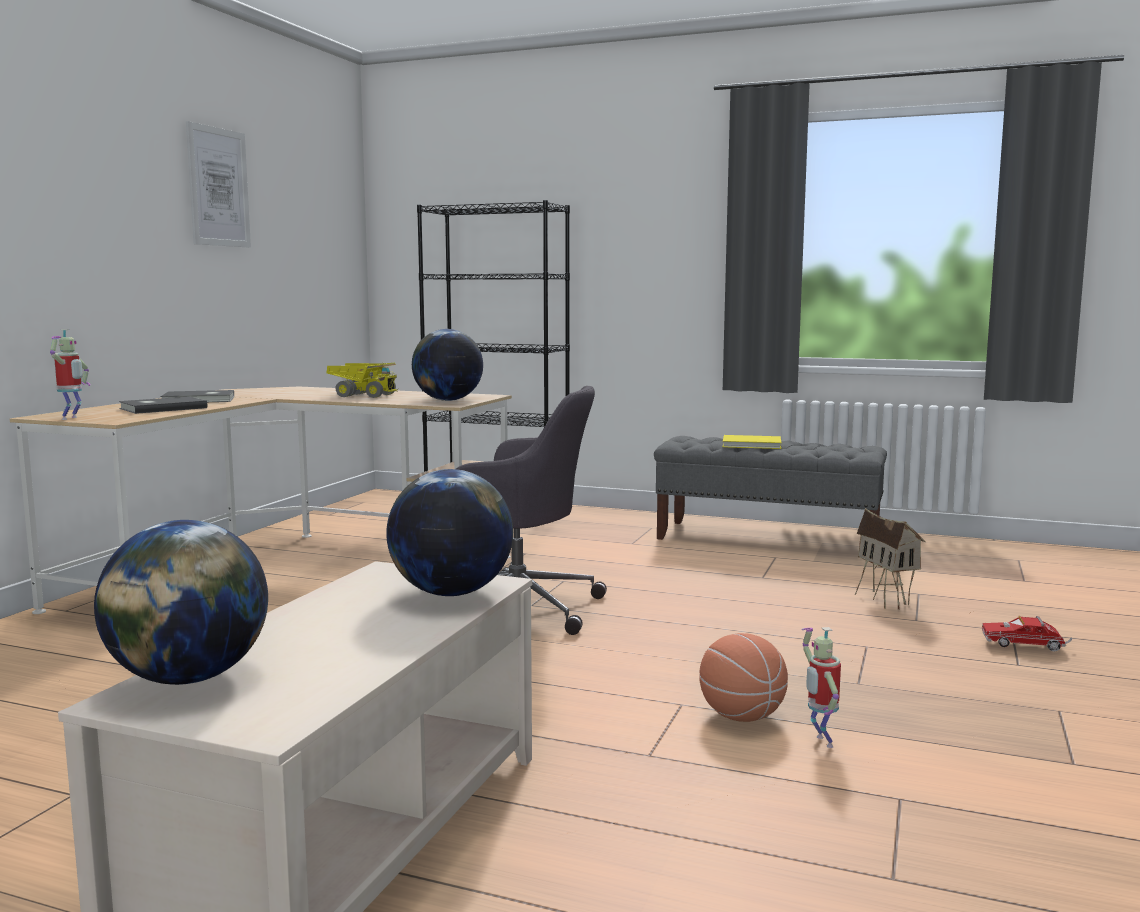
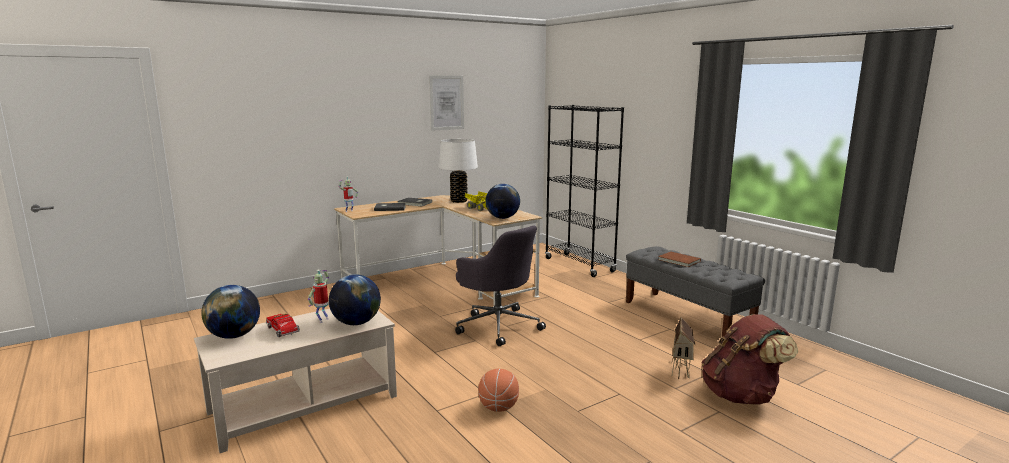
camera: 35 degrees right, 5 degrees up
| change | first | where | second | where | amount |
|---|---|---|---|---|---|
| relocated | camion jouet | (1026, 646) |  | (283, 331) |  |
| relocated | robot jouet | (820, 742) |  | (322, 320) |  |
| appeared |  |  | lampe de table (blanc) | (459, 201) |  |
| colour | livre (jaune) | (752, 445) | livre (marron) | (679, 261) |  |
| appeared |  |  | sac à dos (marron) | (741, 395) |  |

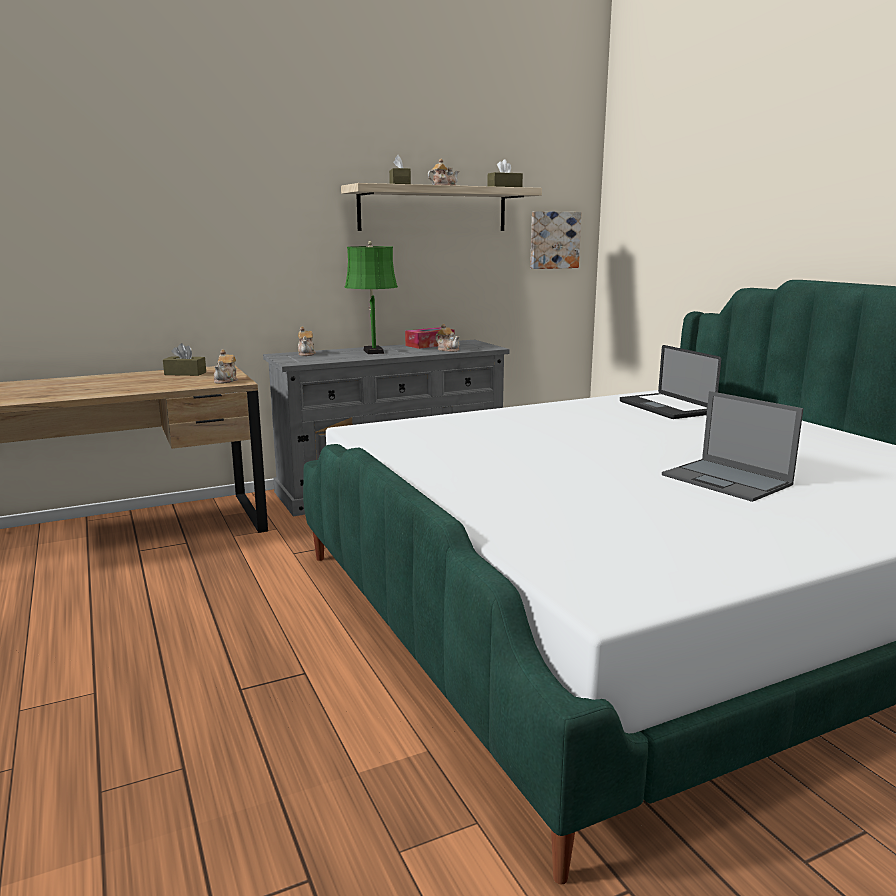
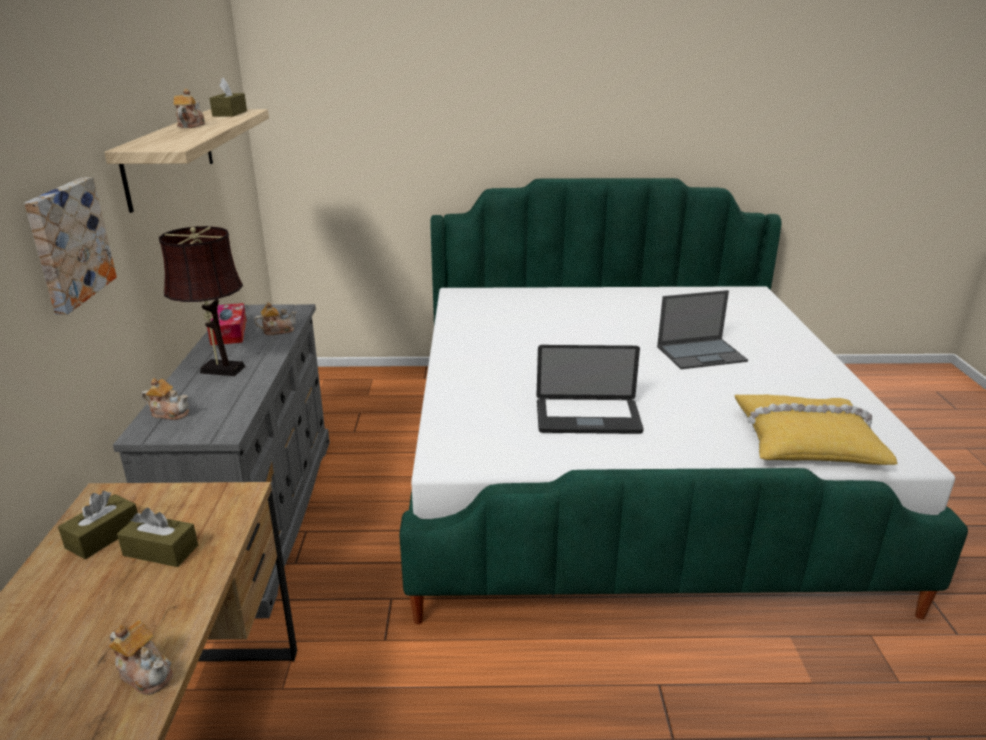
camera: 65 degrees left, 10 degrees up
| change | first | where | second | where | amount |
|---|---|---|---|---|---|
| relocated | tableau | (554, 240) |  | (67, 243) |  |
| relocated | théière | (226, 380) |  | (146, 673) |  |
| relocated | boîte à mouchoirs (marron) | (400, 185) |  | (161, 551) |  |
| colour | lampe de table (vert) | (373, 351) | lampe de table (marron) | (218, 369) |  |
| relocated | ordinateur portable | (665, 408) |  | (587, 418) |  |
| appeared |  |  | coussin (jaune) | (805, 441) |  |

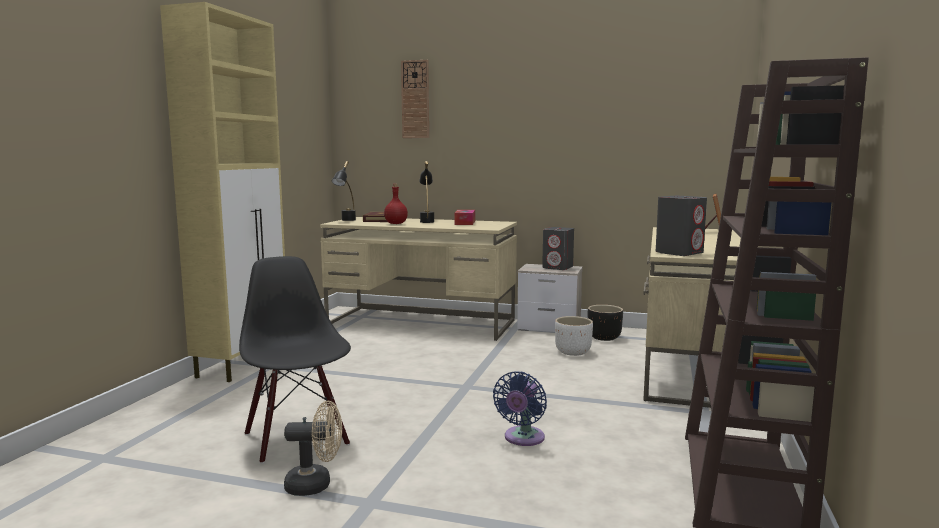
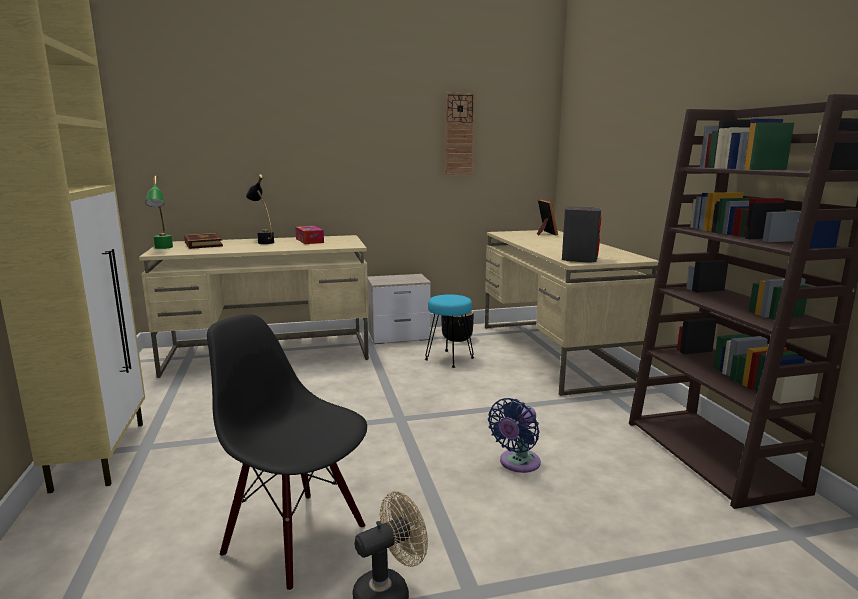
camera: 30 degrees left, 5 degrees up
| change | first | where | second | where | amount |
|---|---|---|---|---|---|
| colour | lampe de table (noir) | (346, 220) | lampe de table (vert) | (163, 248) |  |
| exchanged | cache-pot (blanc) | (572, 352) | tabouret (turquoise) | (449, 359) |  |
| relocated | horloge murale | (415, 99) |  | (459, 134) |  |
| spun | ventilateur (bleu) | (522, 439) |  | (517, 463) | 45 degrees clockwise |
| missing | bouteille (rouge) | (396, 223) |  |  |  |
| missing | enceinte (gris) | (558, 267) |  |  |  |

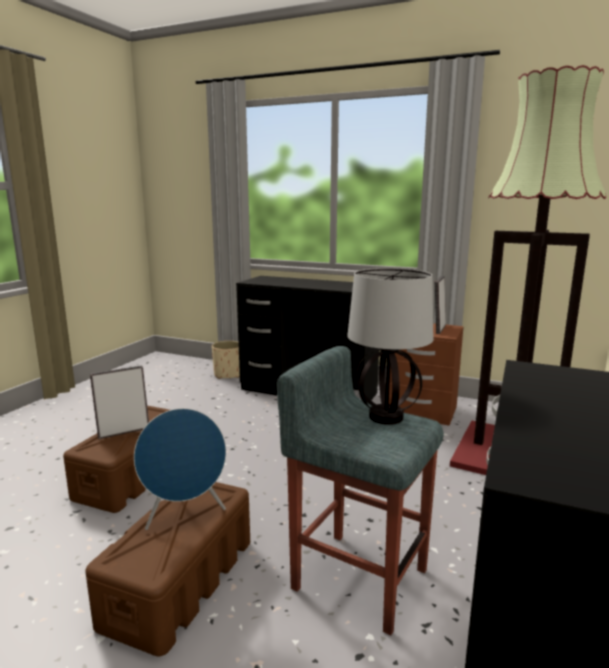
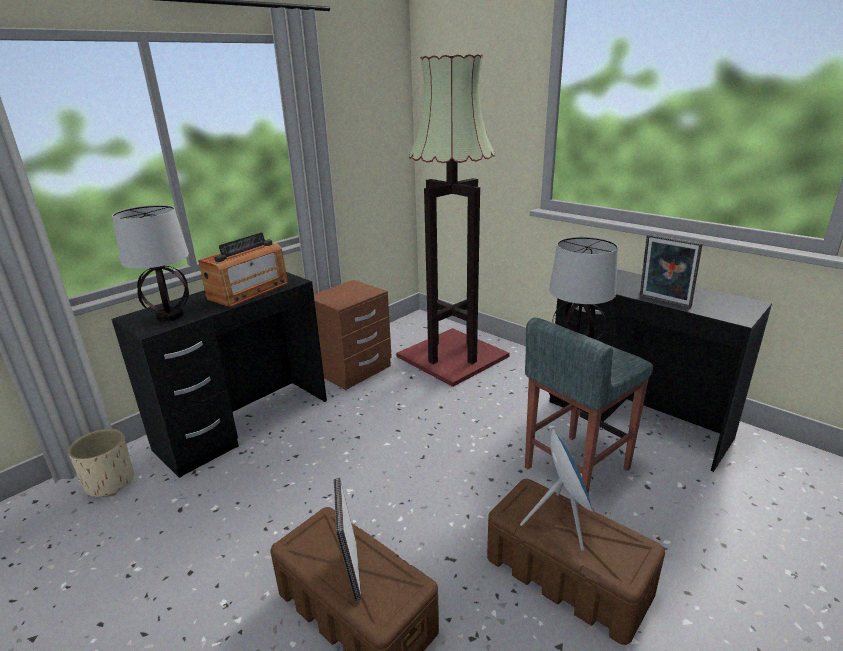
camera: 70 degrees left, 10 degrees up
| change | first | where | second | where | amount |
|---|---|---|---|---|---|
| appeared |  |  | lampe de table | (170, 316) |  |
| appeared |  |  | radio | (249, 291) |  |
| relocated | cadre photo | (438, 329) |  | (663, 302) |  |

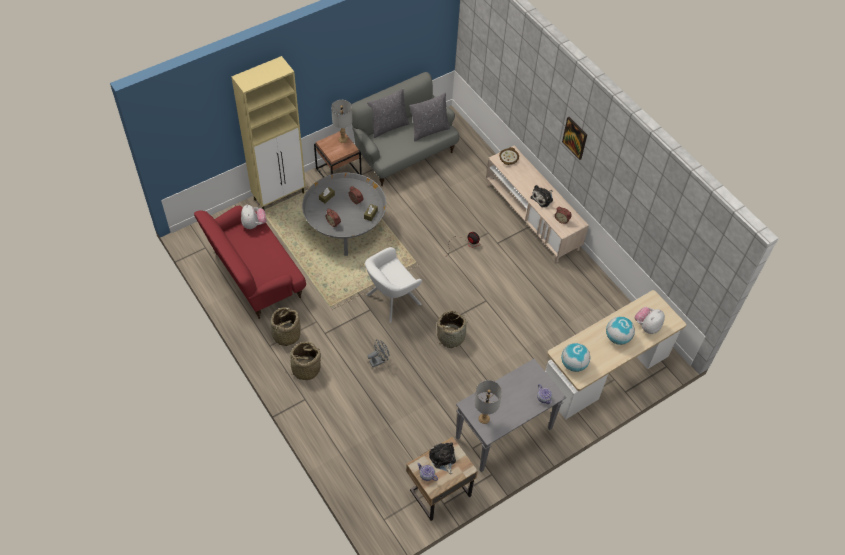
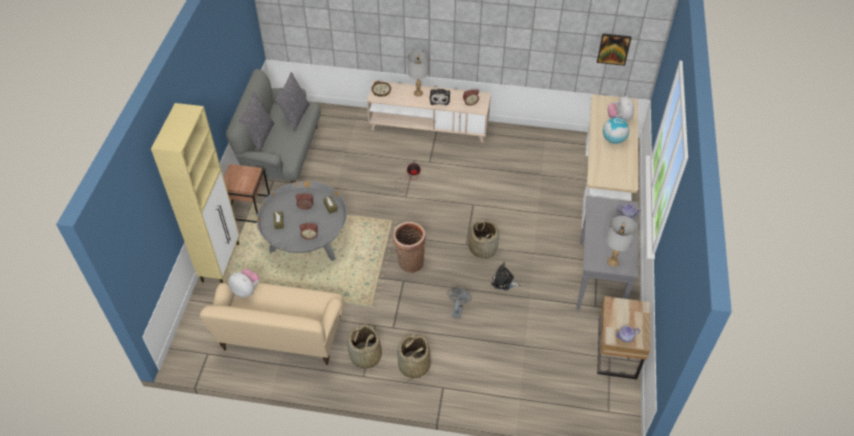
camera: 45 degrees left, 5 degrees down
| change | first | where | second | where | amount |
|---|---|---|---|---|---|
| colour | canapé (rouge) | (255, 276) | canapé (beige) | (282, 337) |  |
| exchanged | fauteuil (blanc) | (391, 300) | panier | (409, 261) |  |
| relocated | lampe de table (gris) | (343, 139) |  | (418, 93) |  |
| relocated | peluche | (442, 459) |  | (504, 281) |  |
| relocated | tableau | (575, 137) |  | (613, 49) |  |
| missing | globe | (573, 364) |  |  |  |

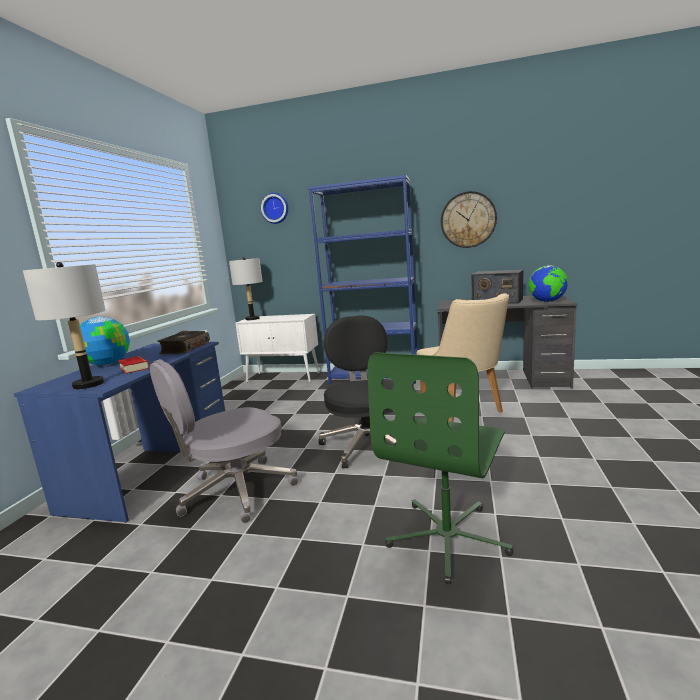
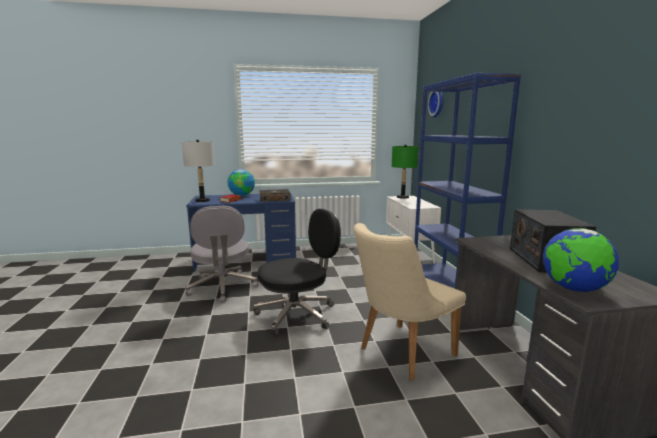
camera: 65 degrees right, 0 degrees up
| change | first | where | second | where | amount |
|---|---|---|---|---|---|
| spun | chaise de bureau (gris) | (235, 491) |  | (222, 287) | 135 degrees counterclockwise |
| colour | lampe de table (gris) | (252, 319) | lampe de table (vert) | (403, 197) |  |
| missing | chaise de bureau (vert) | (448, 537) |  |  |  |
| missing | horloge murale | (468, 220) |  |  |  |

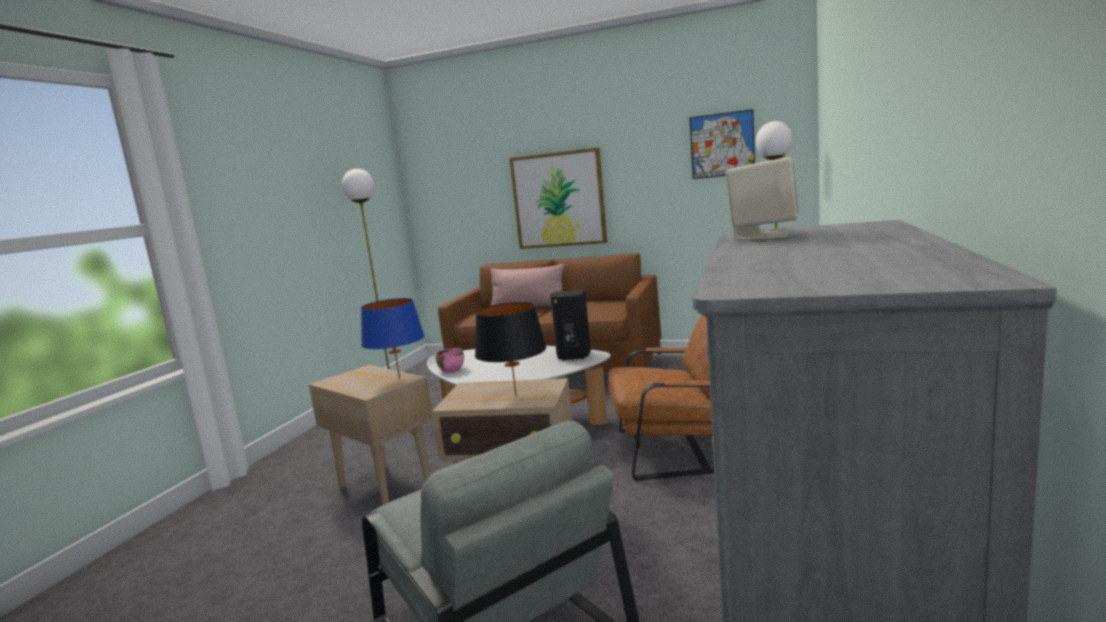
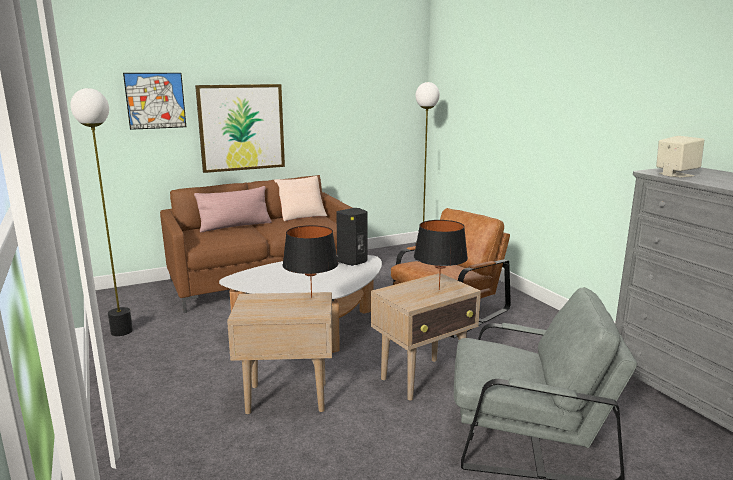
camera: 45 degrees left, 5 degrees up
| change | first | where | second | where | amount |
|---|---|---|---|---|---|
| relocated | tableau | (722, 145) |  | (155, 100) |  |
| appeared |  |  | coussin (beige) | (301, 215) |  |
| colour | lampe de table (bleu) | (399, 379) | lampe de table (noir) | (311, 298) |  |
| missing | bol (rose) | (452, 370) |  |  |  |

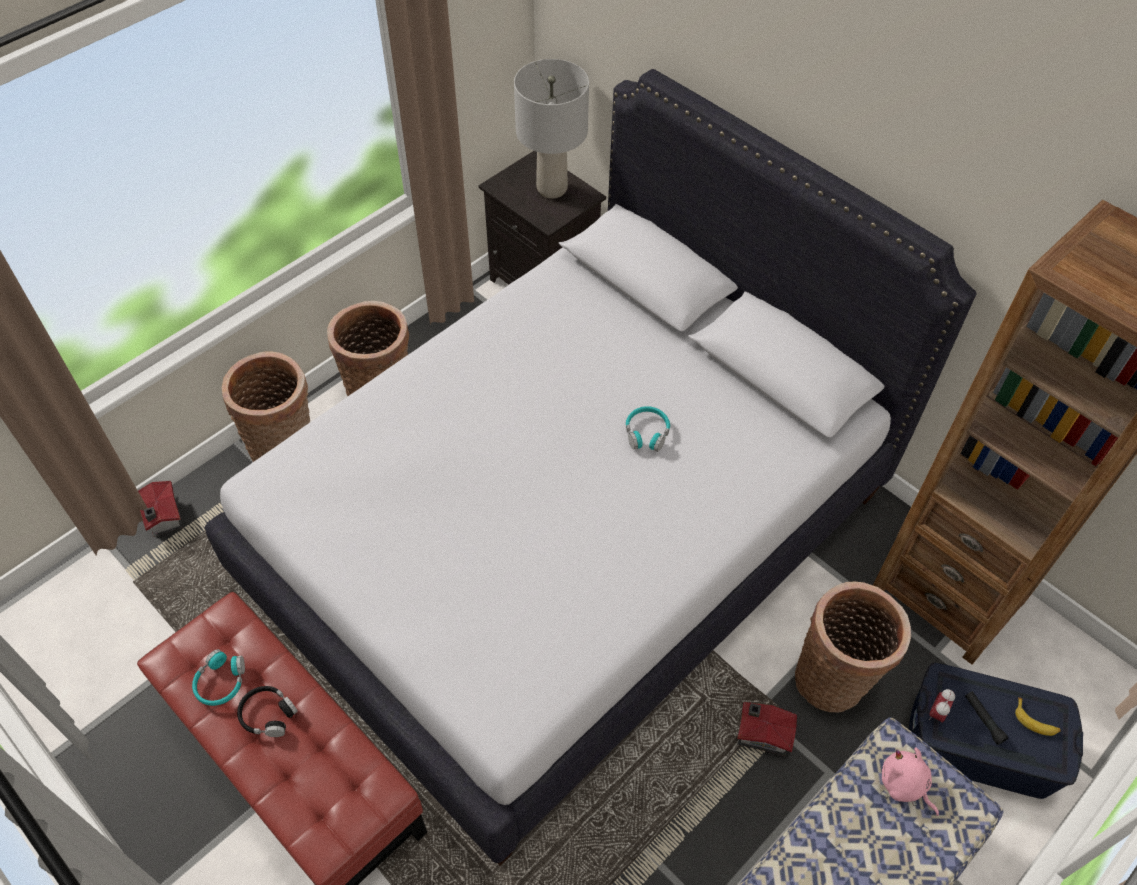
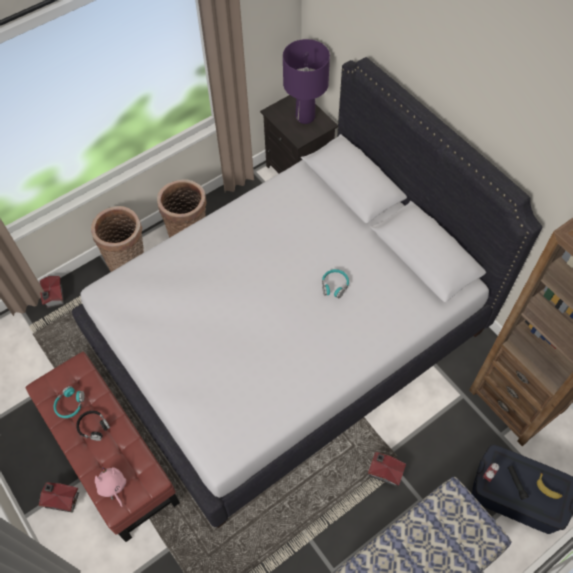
camera: 10 degrees right, 5 degrees up
| change | first | where | second | where | amount |
|---|---|---|---|---|---|
| appeared |  |  | maison miniature | (62, 499) |  |
| relocated | peluche (rose) | (904, 785) |  | (113, 487) |  |
| colour | lampe de table (gris) | (552, 188) | lampe de table (violet) | (305, 117) |  |
| missing | panier | (834, 679) |  |  |  |

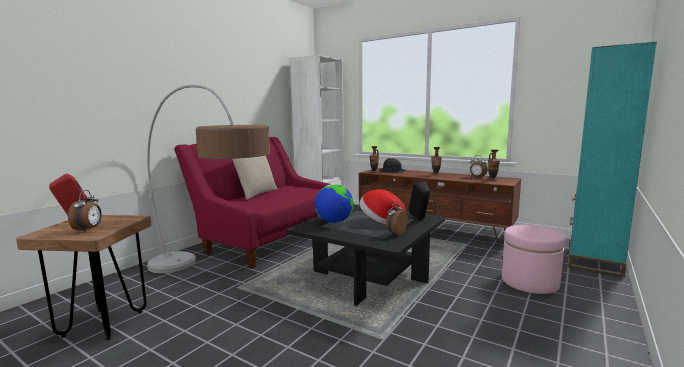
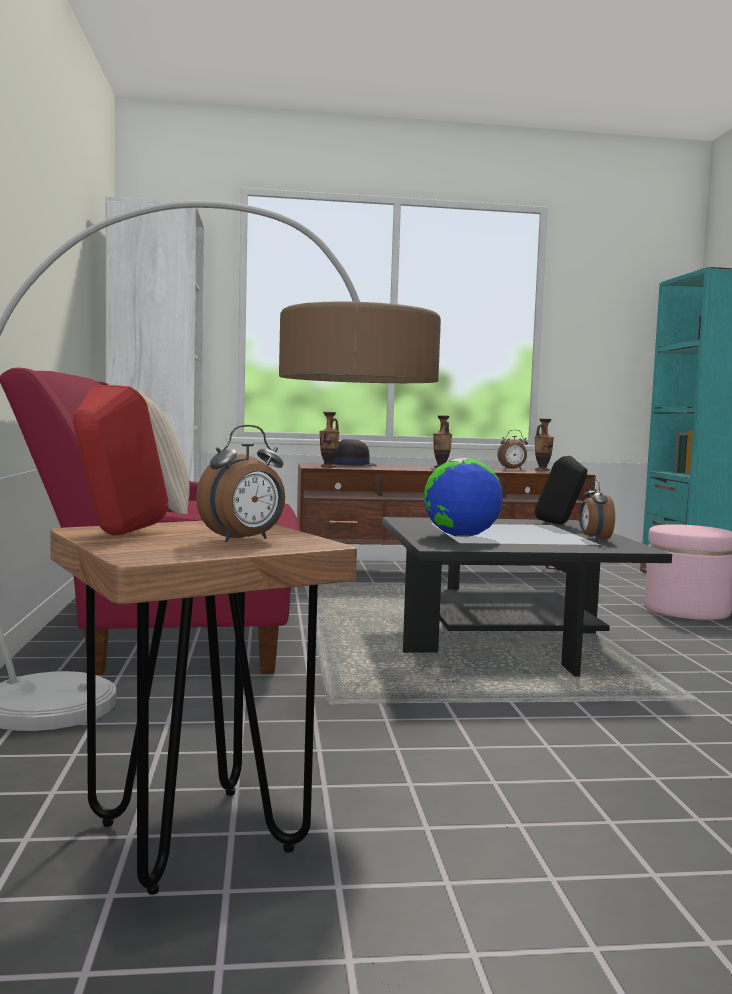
camera: 40 degrees left, 5 degrees down
| change | first | where | second | where | amount |
|---|---|---|---|---|---|
| spun | réveil | (89, 229) |  | (244, 540) | 90 degrees clockwise |
| missing | chapeau | (381, 221) |  |  |  |

